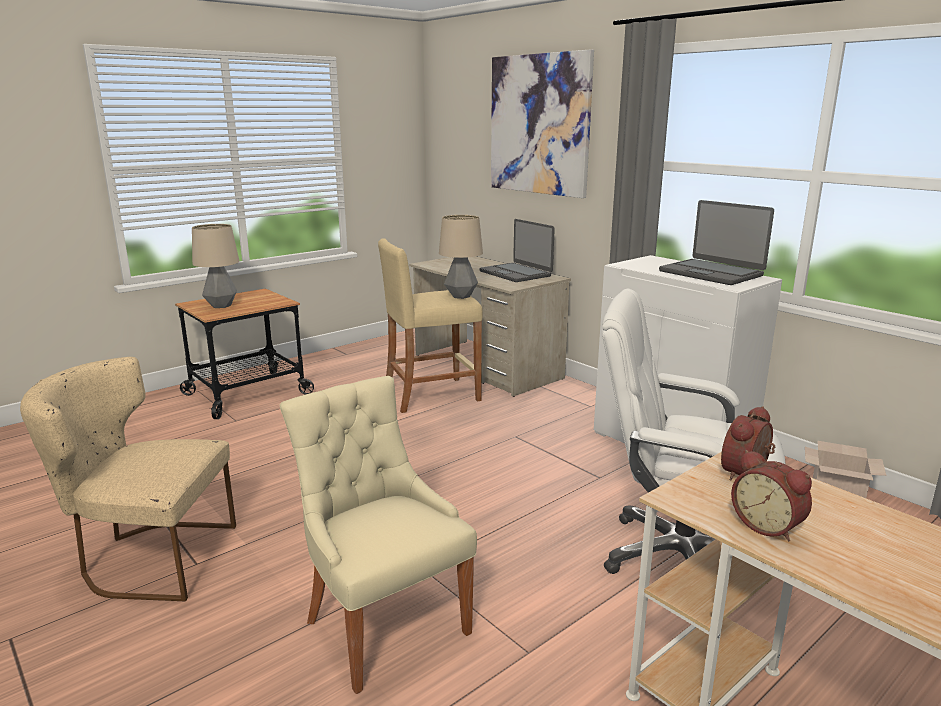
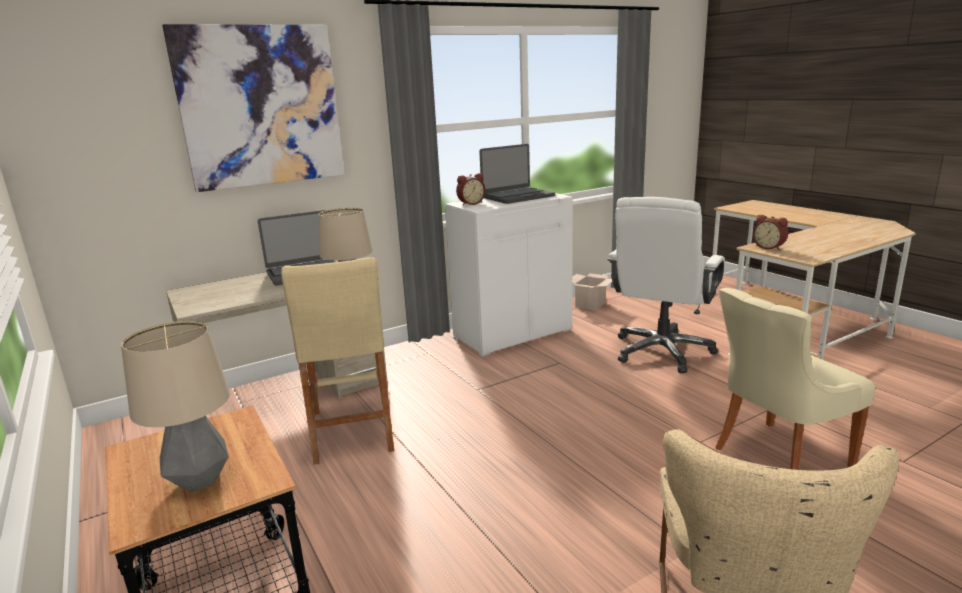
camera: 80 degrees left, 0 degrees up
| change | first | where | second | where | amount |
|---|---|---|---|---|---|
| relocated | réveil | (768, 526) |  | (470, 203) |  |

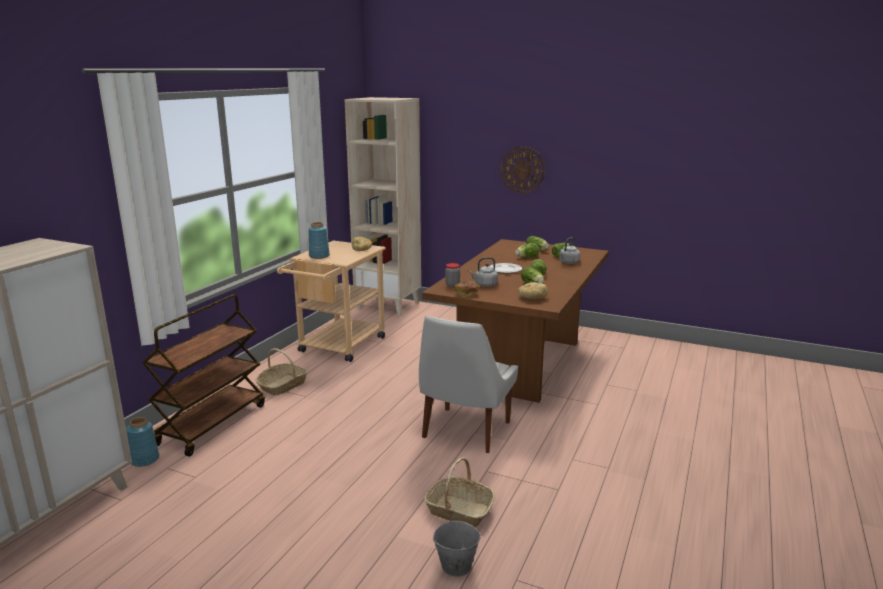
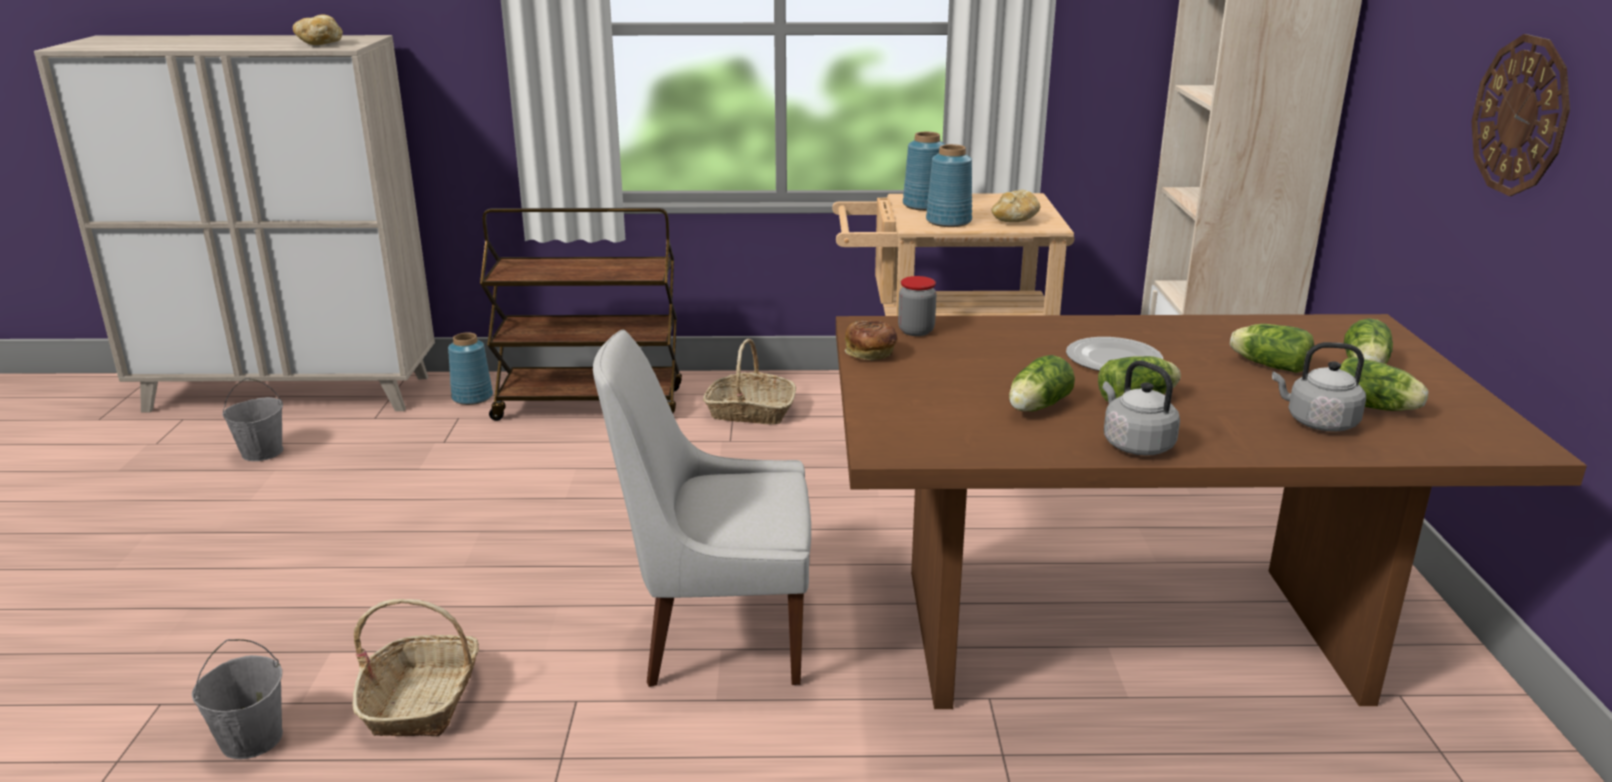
camera: 65 degrees right, 5 degrees up
| change | first | where | second | where | amount |
|---|---|---|---|---|---|
| appeared |  |  | seau (gris) | (262, 452) |  |
| relocated | pain | (532, 298) |  | (320, 44) |  |
| appeared |  |  | vase (bleu) | (949, 221) |  |
| relocated | bouilloire (gris) | (484, 285) |  | (1135, 444) |  |

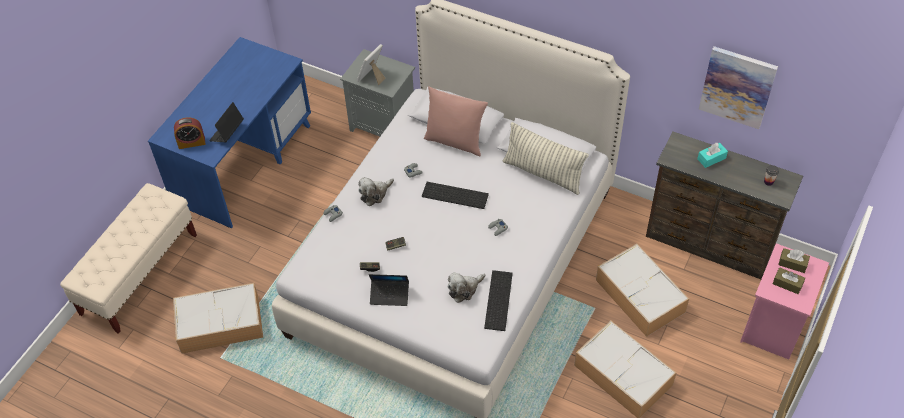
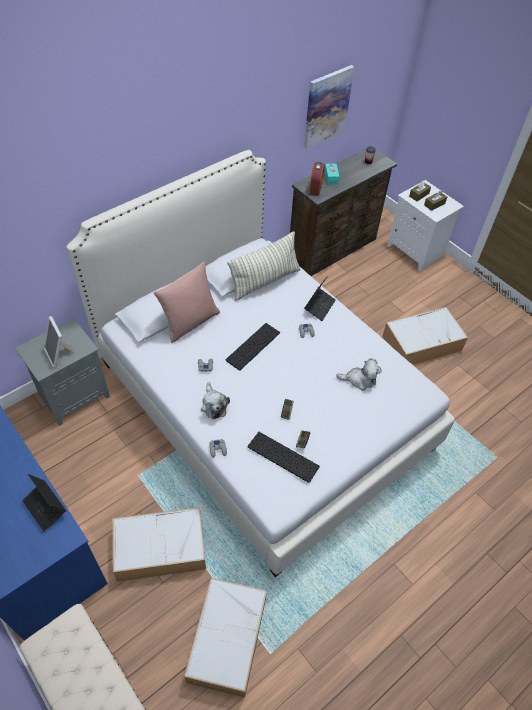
camera: 70 degrees left, 0 degrees up
| change | first | where | second | where | amount |
|---|---|---|---|---|---|
| relocated | boîte de rangement | (641, 296) |  | (162, 548) |  |
| relocated | clavier | (497, 299) |  | (281, 457) |  |
| relocated | ordinateur portable | (389, 295) |  | (319, 306) |  |
| relocated | réveil | (191, 142) |  | (315, 188) |  |
| spun | peluche | (464, 289) |  | (359, 379) | 75 degrees counterclockwise |
| colour | table de chevet (rose) | (774, 328) | table de chevet (blanc) | (416, 251) |  |

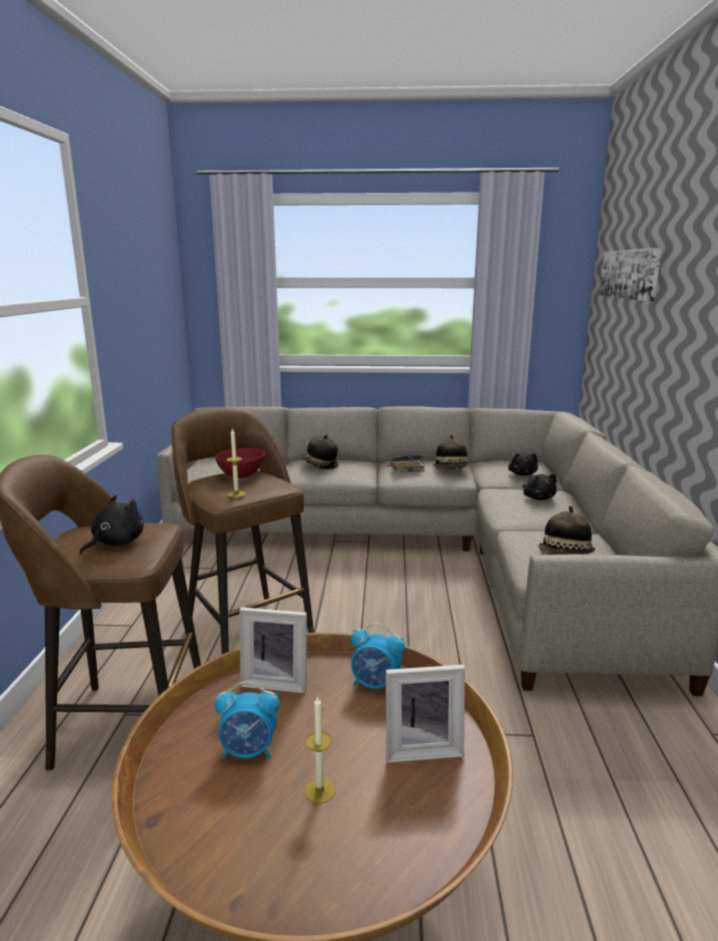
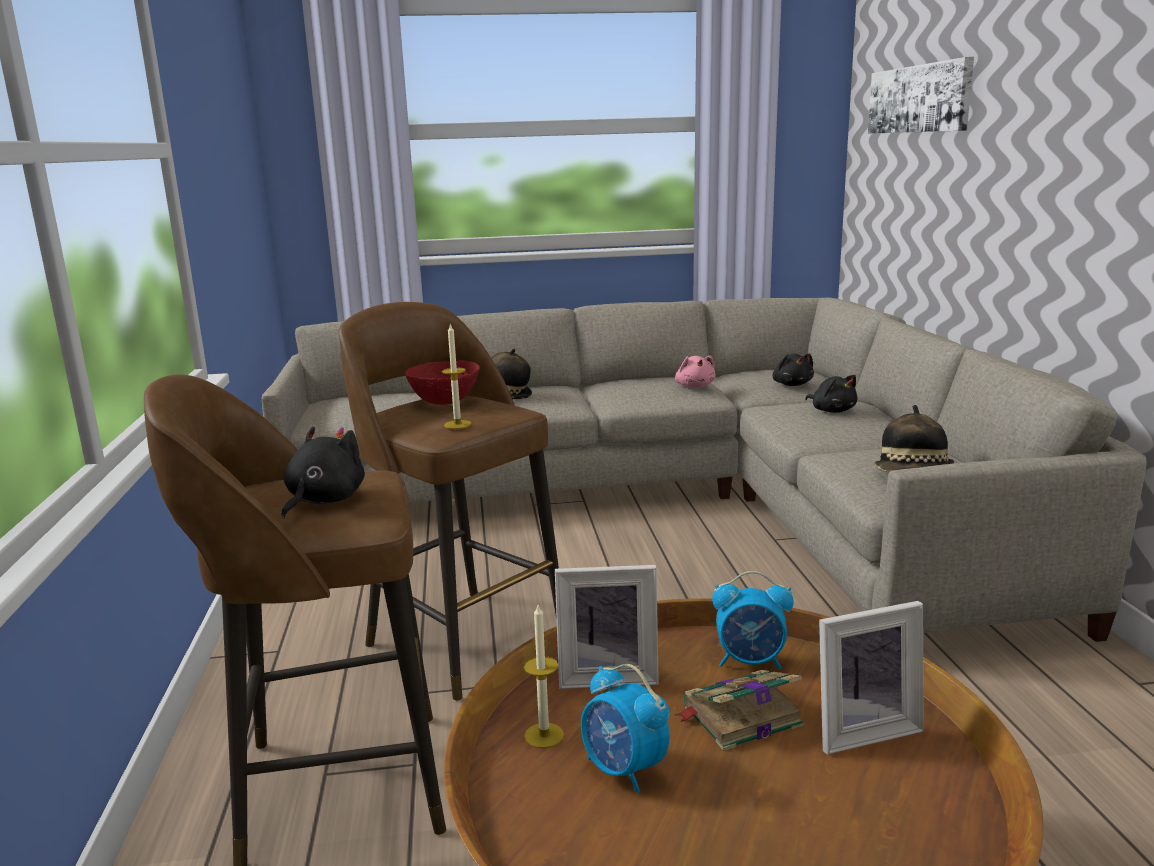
camera: 10 degrees left, 0 degrees up
| change | first | where | second | where | amount |
|---|---|---|---|---|---|
| relocated | bougie | (319, 791) |  | (544, 735) |  |
| spun | réveil | (249, 751) |  | (624, 770) | 60 degrees clockwise |
| exchanged | chapeau | (452, 470) | peluche (rose) | (695, 386) |  |
| relocated | livre | (406, 468) |  | (739, 717) |  |

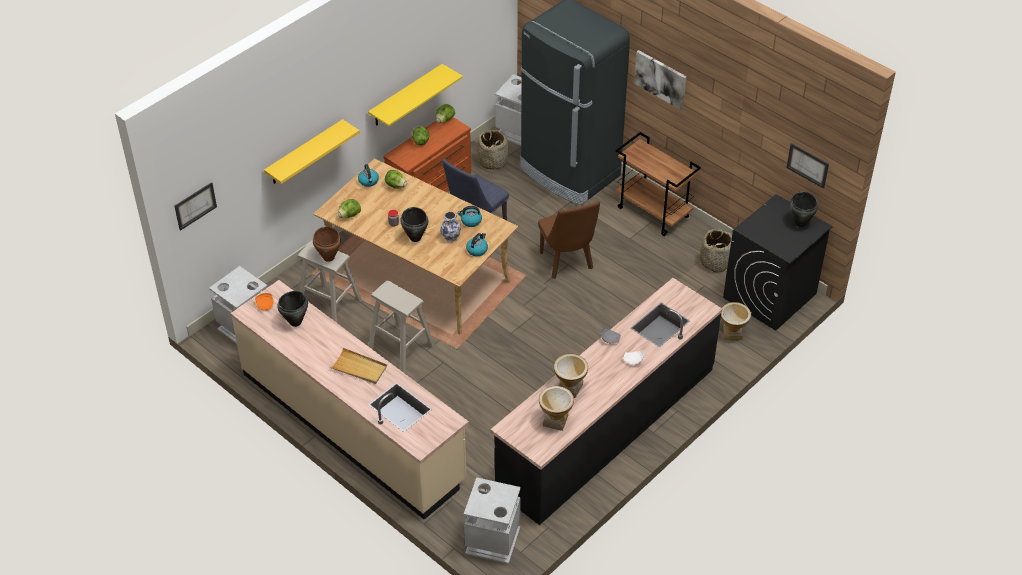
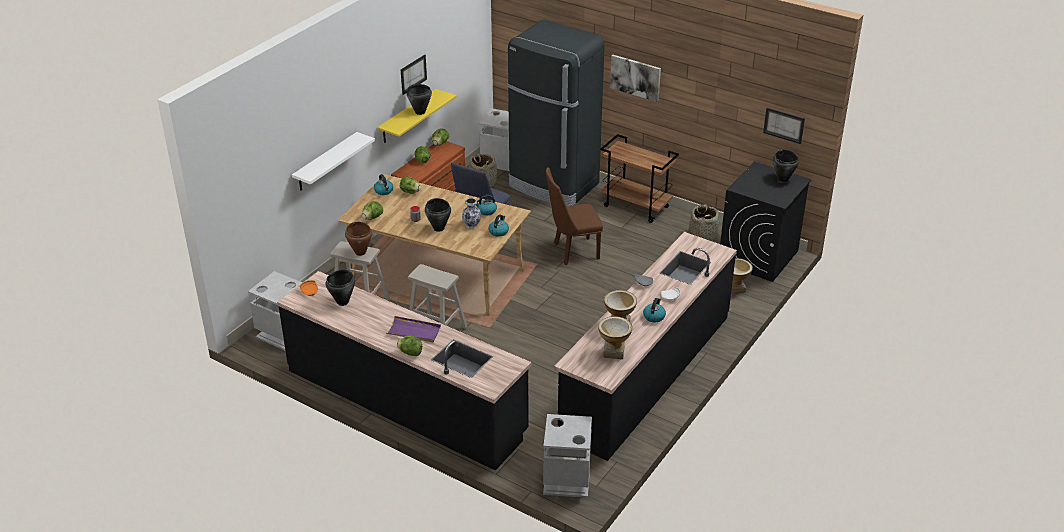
camera: 10 degrees left, 10 degrees down
| change | first | where | second | where | amount |
|---|---|---|---|---|---|
| colour | comptoir de cuisine (beige) | (352, 426) | comptoir de cuisine (noir) | (406, 401) |  |
| colour | étagère (jaune) | (305, 153) | étagère (blanc) | (326, 162) |  |
| colour | plateau (beige) | (359, 368) | plateau (violet) | (414, 331) |  |
| appeared |  |  | laitue | (410, 353) |  |
| relocated | tableau | (195, 205) |  | (413, 74) |  |
| appeared |  |  | marmite (noir) | (420, 112) |  |
| spun | chaise (marron) | (567, 264) |  | (572, 252) | 105 degrees clockwise |
| appeared |  |  | bouilloire | (654, 316) |  |

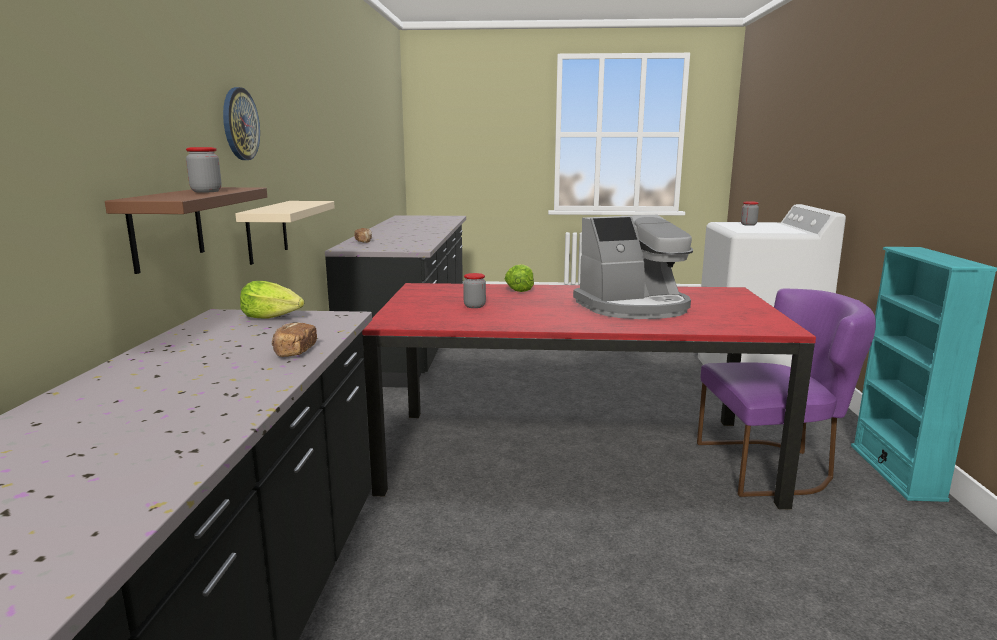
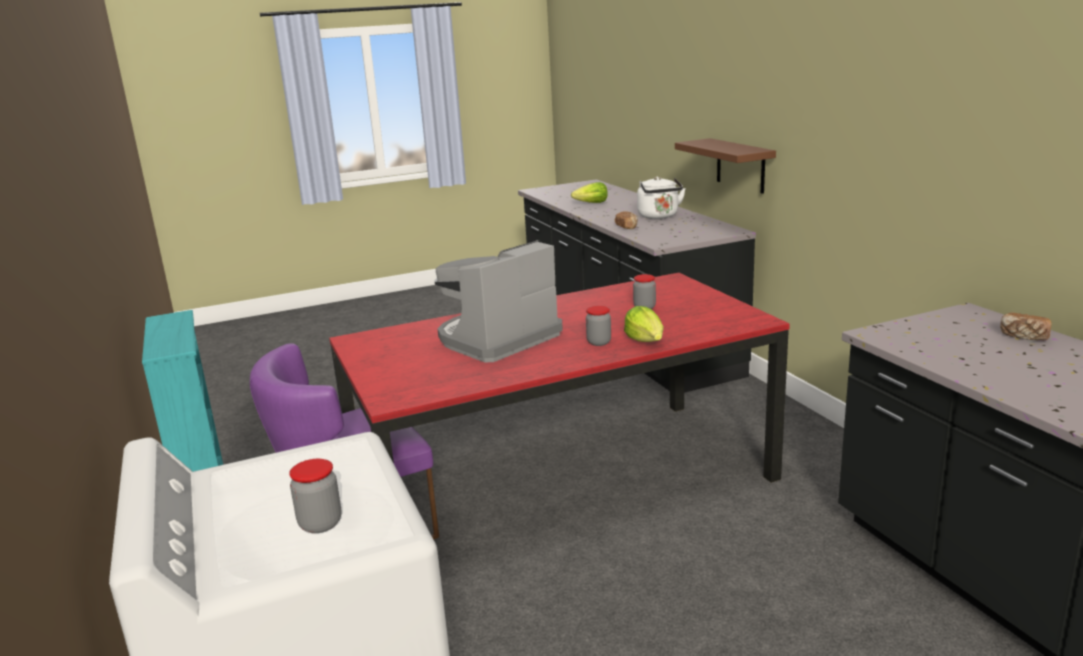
camera: 155 degrees right, 5 degrees up
| change | first | where | second | where | amount |
|---|---|---|---|---|---|
| relocated | laitue | (273, 317) |  | (591, 203) |  |
| relocated | bocal | (206, 191) |  | (599, 342) |  |
| appeared |  |  | bouilloire (blanc) | (659, 216) |  |
| missing | horloge murale | (240, 124) |  |  |  |
| missing | étagère (beige) | (267, 231) |  |  |  |

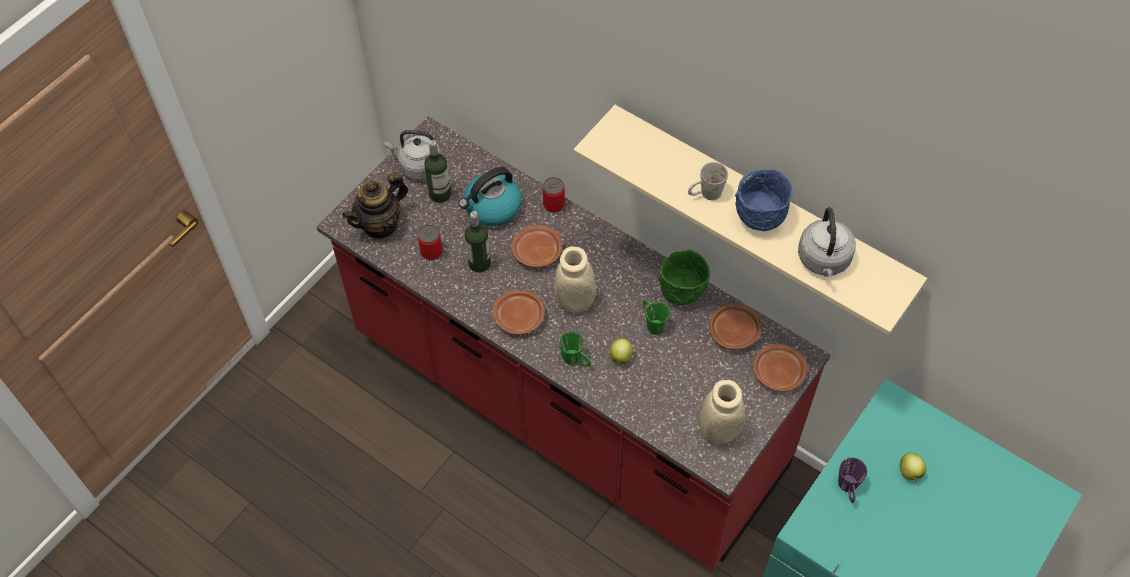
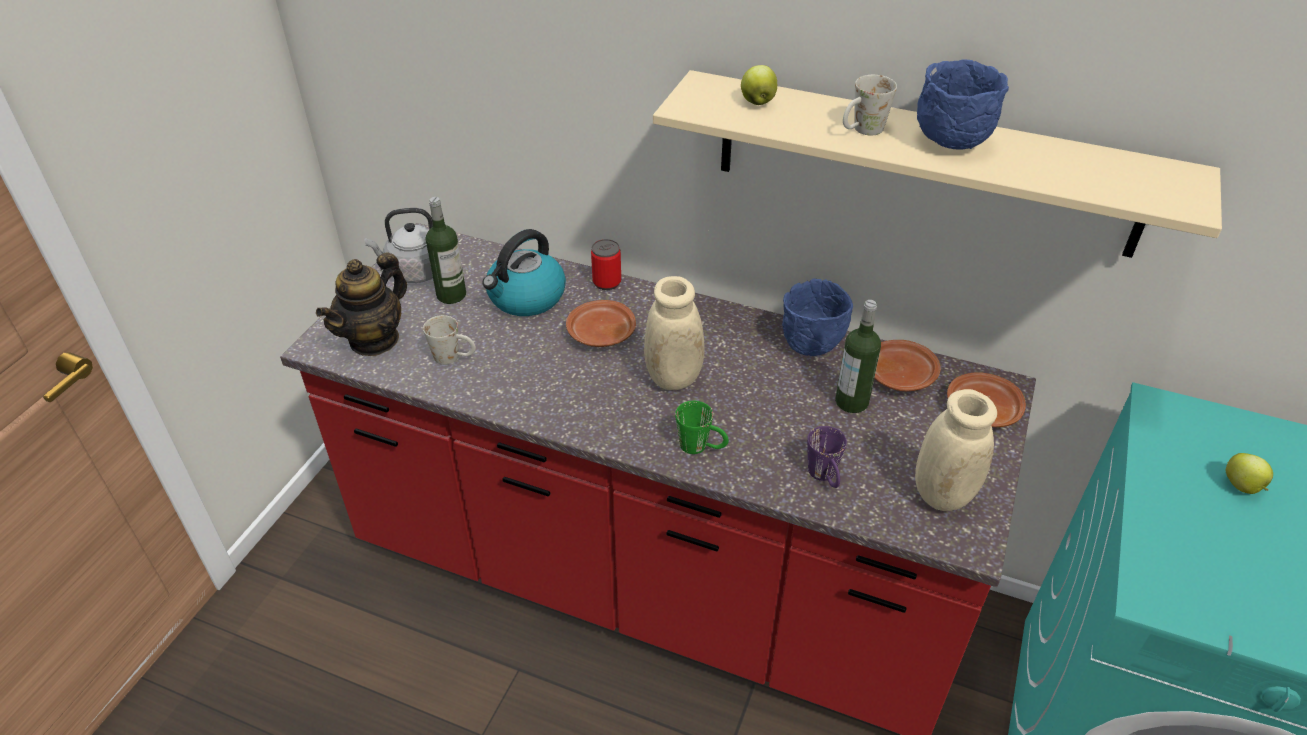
camera: 15 degrees left, 15 degrees down
| change | first | where | second | where | amount |
|---|---|---|---|---|---|
| exchanged | boîte métallique | (431, 252) | mug (blanc) | (454, 357) |  |
| relocated | pomme | (620, 356) |  | (757, 102) |  |
| colour | bol (vert) | (683, 293) | bol (bleu) | (813, 345) |  |
| relocated | mug (violet) | (848, 489) |  | (825, 477) |  |
| relocated | bouteille | (479, 263) |  | (851, 401) |  |
| missing | assiette (marron) | (519, 317) |  |  |  |
| missing | mug (vert) | (652, 322) |  |  |  |
| missing | bouilloire (gris) | (824, 261) |  |  |  |

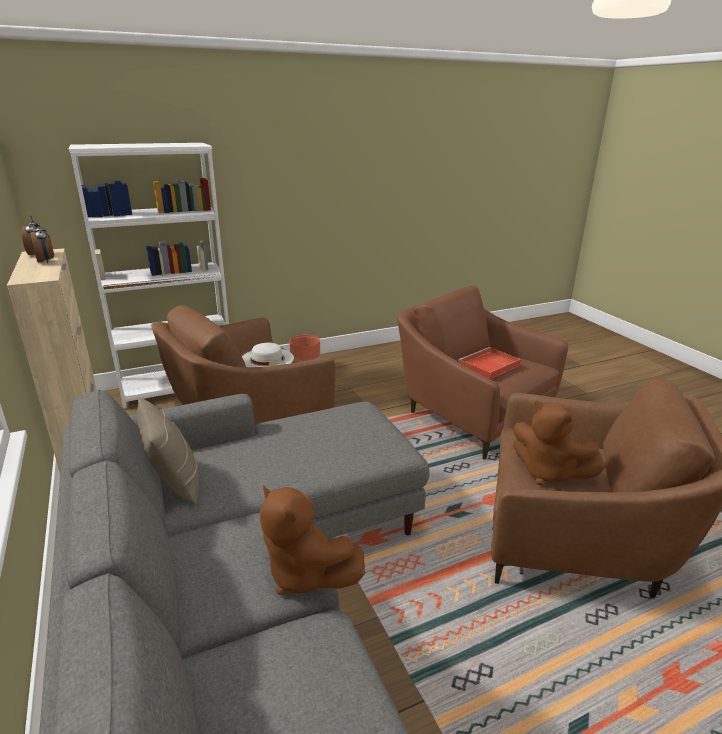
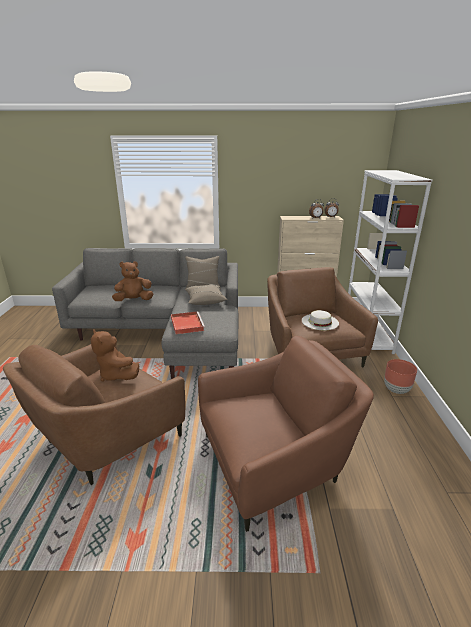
camera: 115 degrees right, 0 degrees up
| change | first | where | second | where | amount |
|---|---|---|---|---|---|
| spun | peluche (marron) | (548, 472) |  | (117, 375) | 105 degrees counterclockwise |
| relocated | plateau (rouge) | (488, 365) |  | (186, 324) |  |
| appeared |  |  | coussin (beige) | (205, 300) |  |

